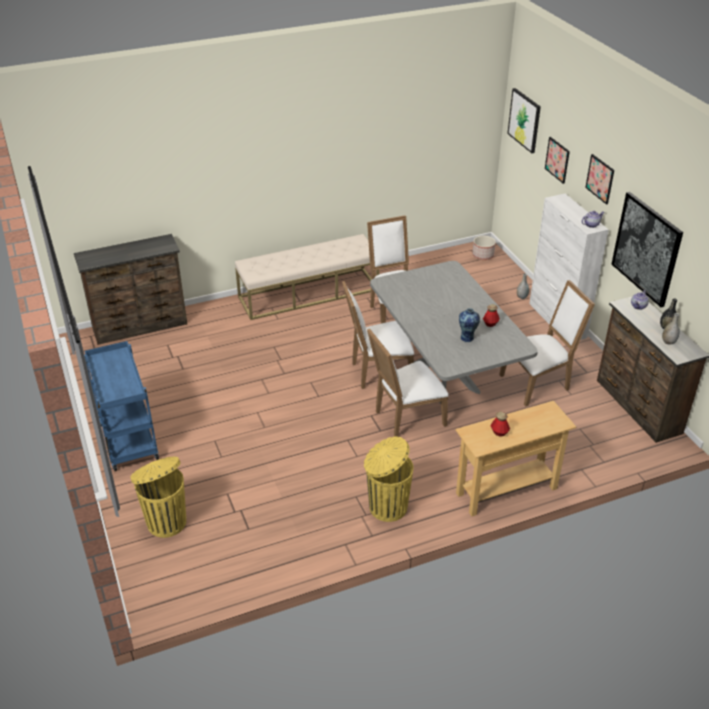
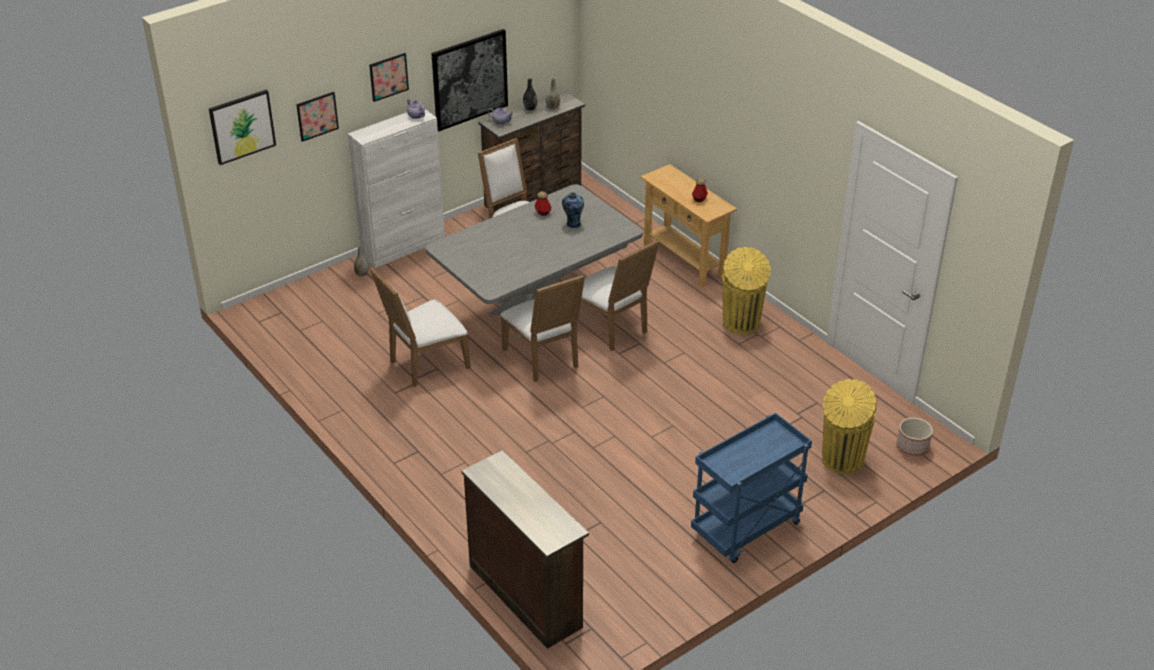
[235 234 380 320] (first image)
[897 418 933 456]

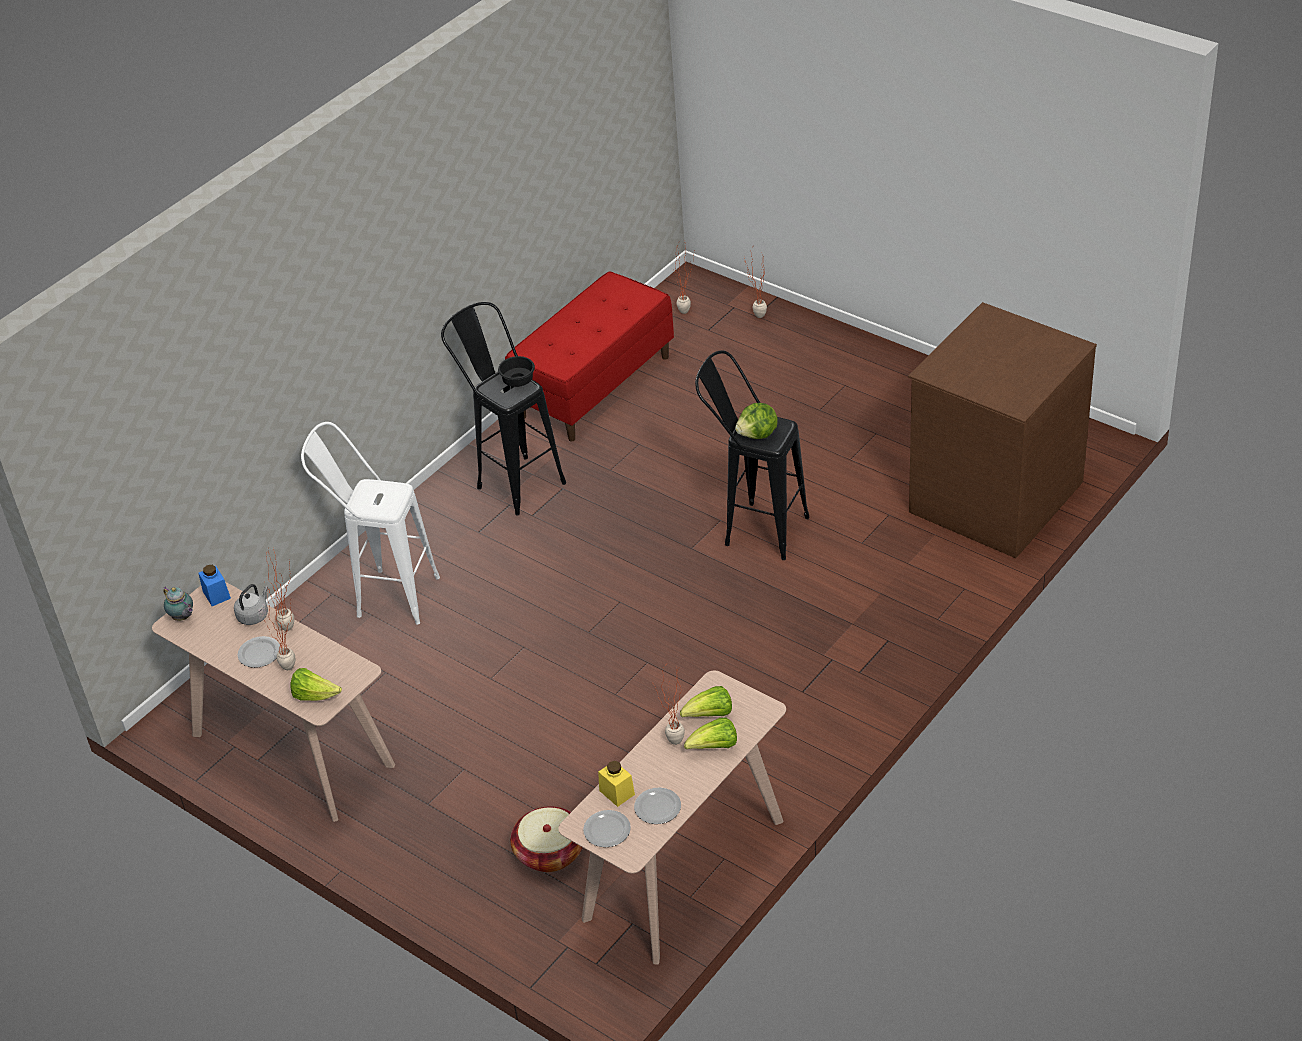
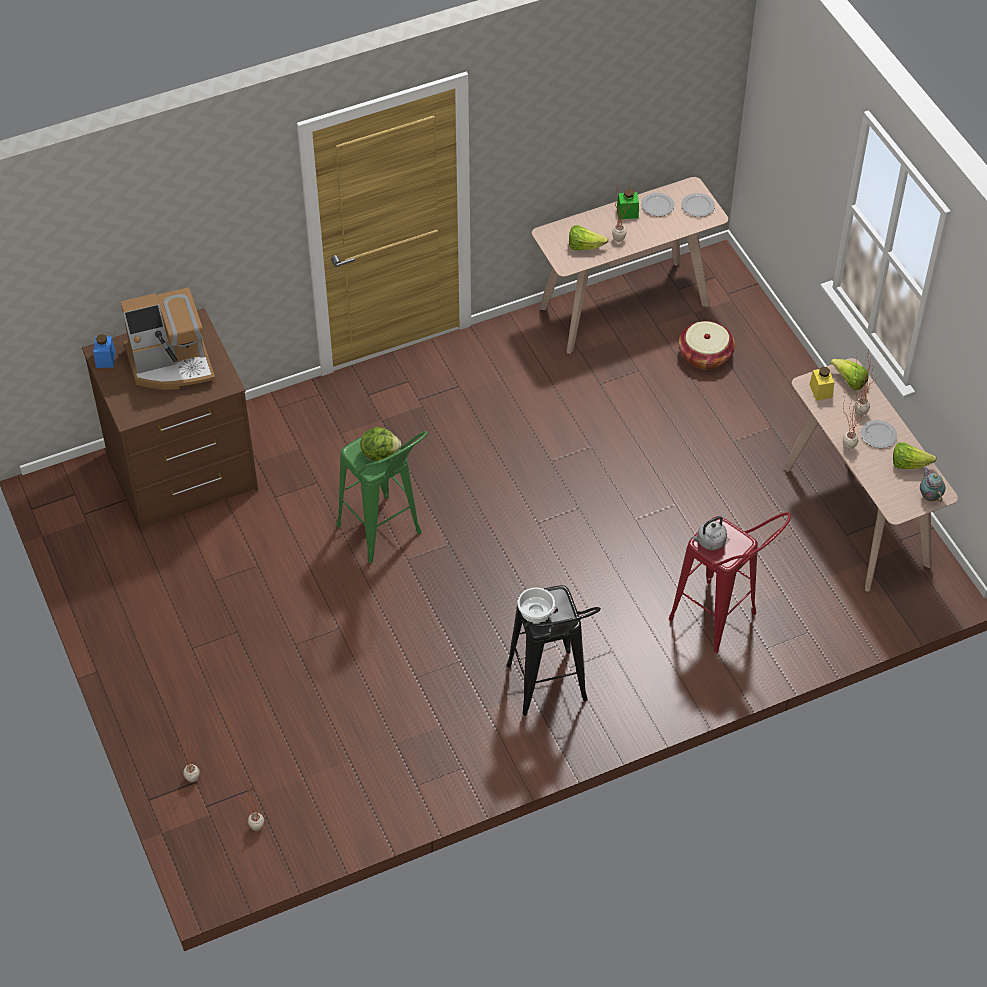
[505 271 674 441] (first image)
[121 287 215 390]
[617 189 639 219]
[93 334 115 368]
[692 516 727 550]
[809 367 834 401]
[893 442 937 469]
[669 512 791 653]
[517 588 555 623]
[336 431 428 563]

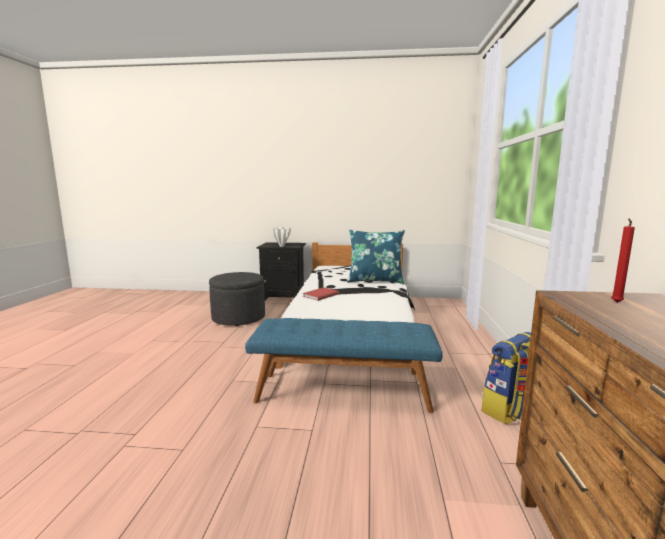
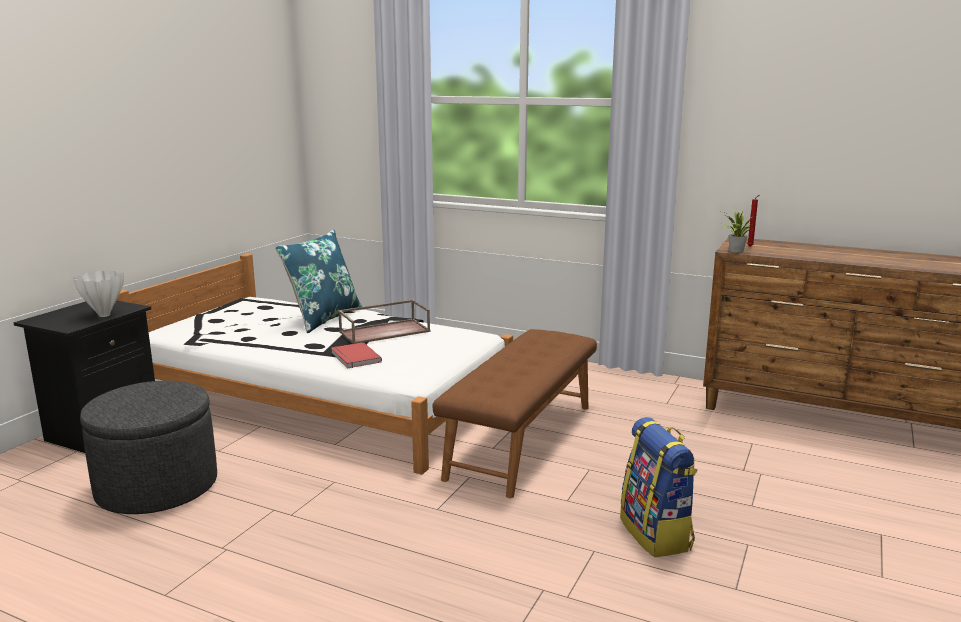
[338 300 430 344]
[723 210 757 253]
[620 417 698 557]
[432 329 597 498]

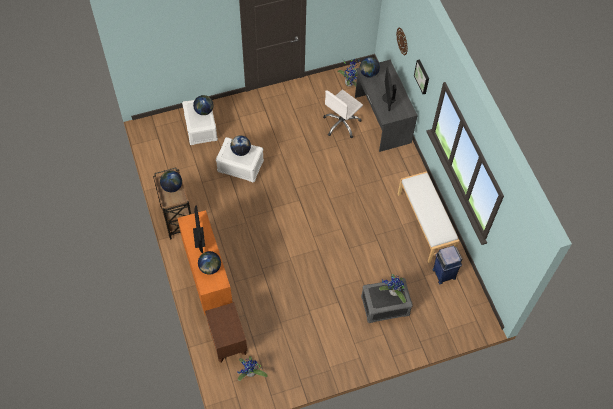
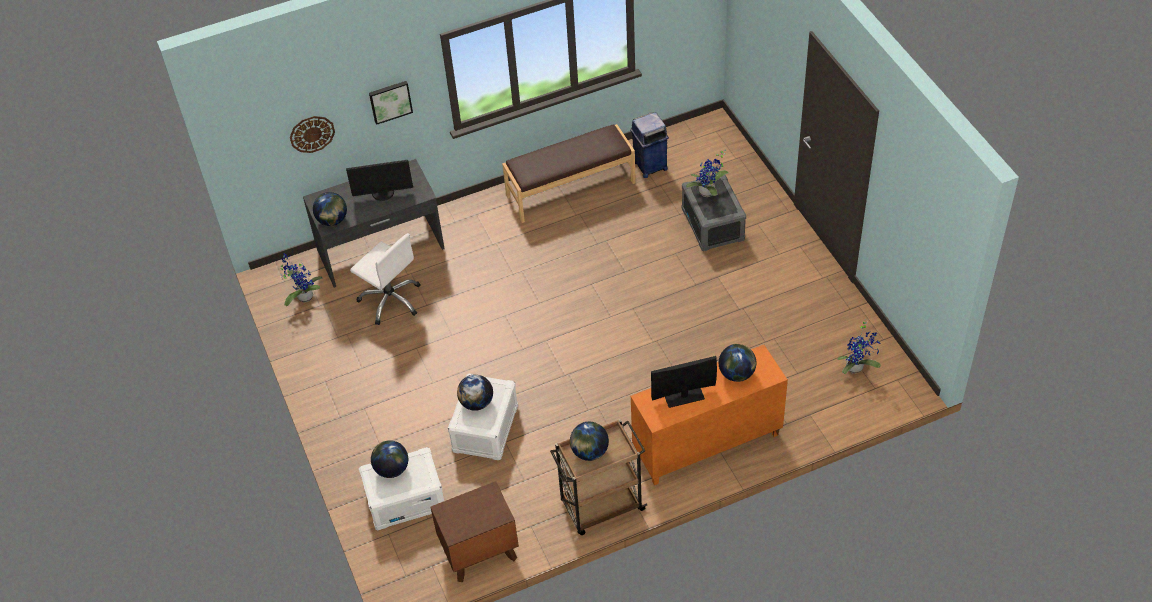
[430 481 519 582]
[502 124 636 223]

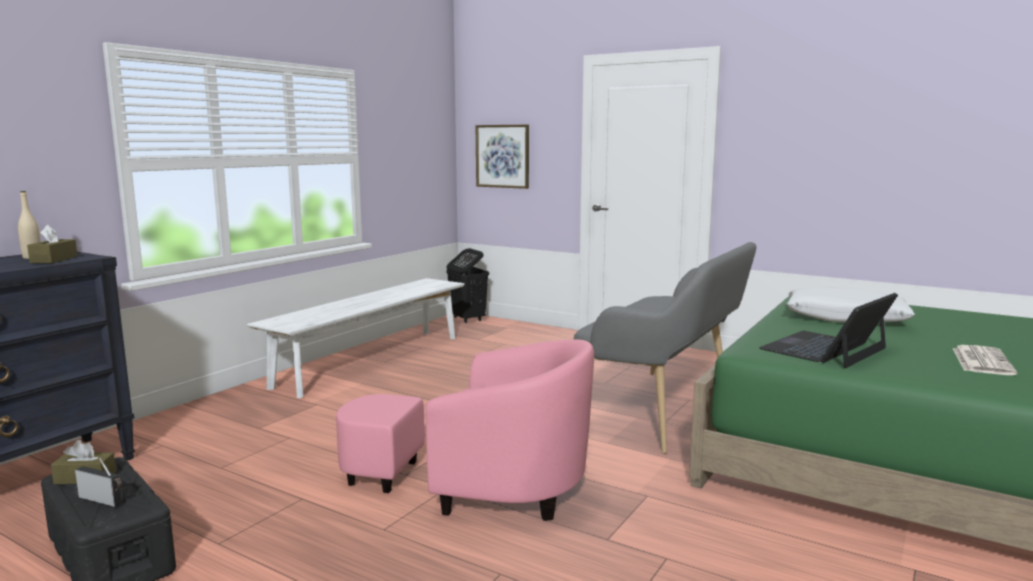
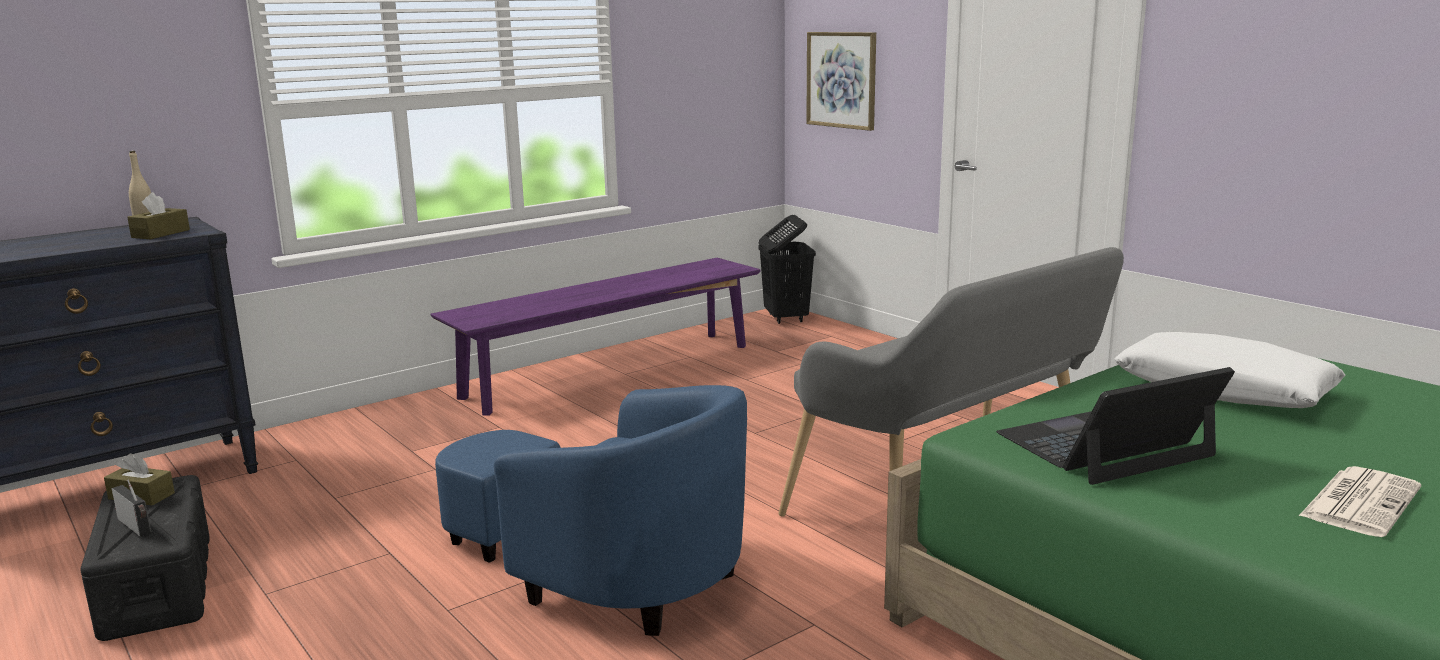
[431 258 761 416]
[435 385 747 636]

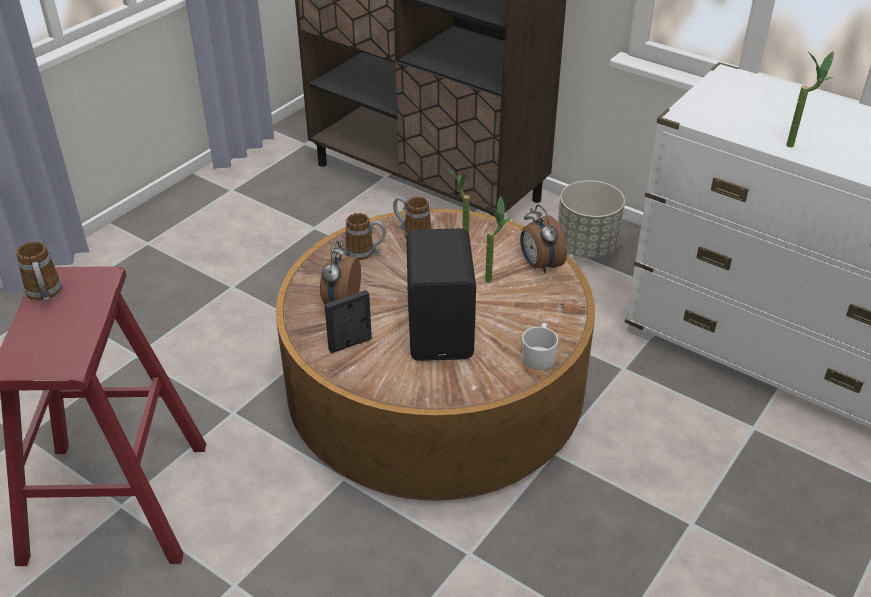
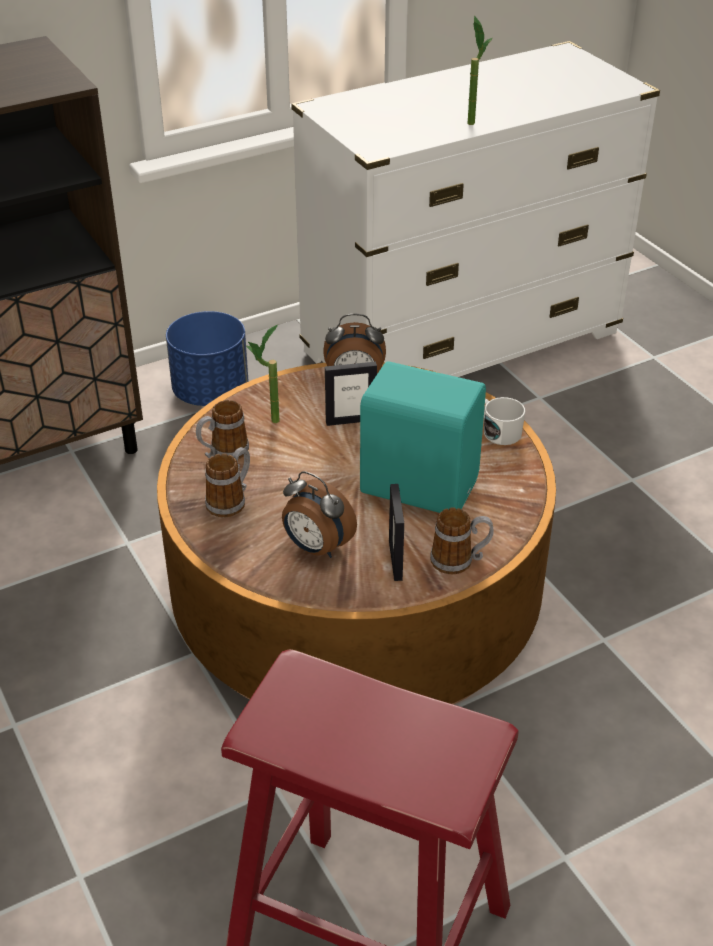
[430 508 494 574]
[325 362 377 426]
[360 361 486 513]
[166 311 249 406]

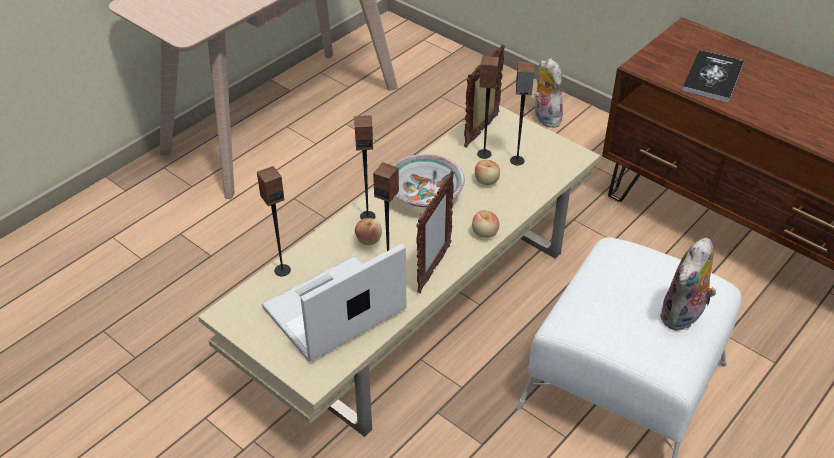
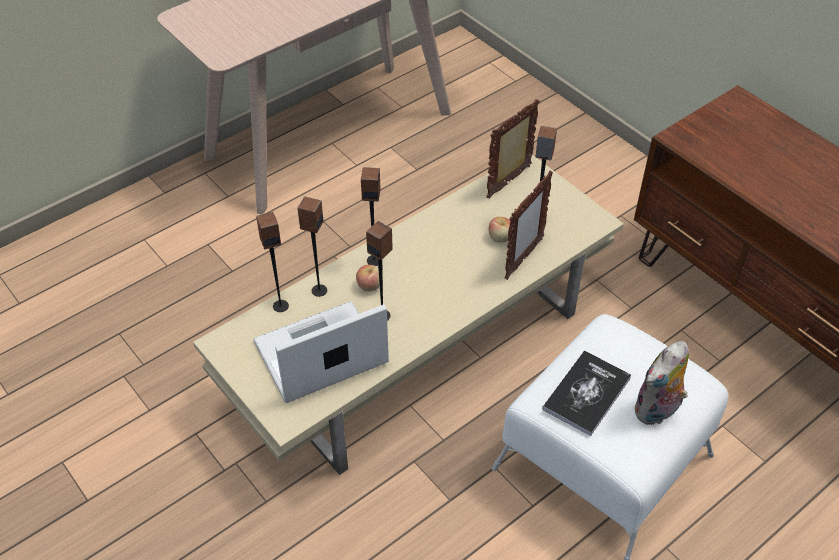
[393 154 465 207] (first image)
[472 210 499 238] (first image)
[534 58 563 128] (first image)
[505 170 553 280]
[297 197 327 297]
[542 350 631 436]

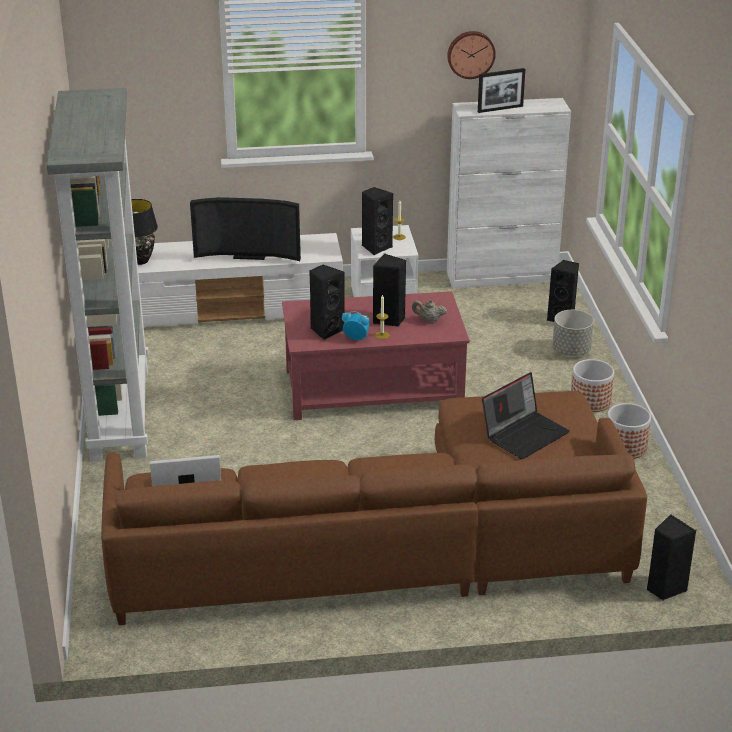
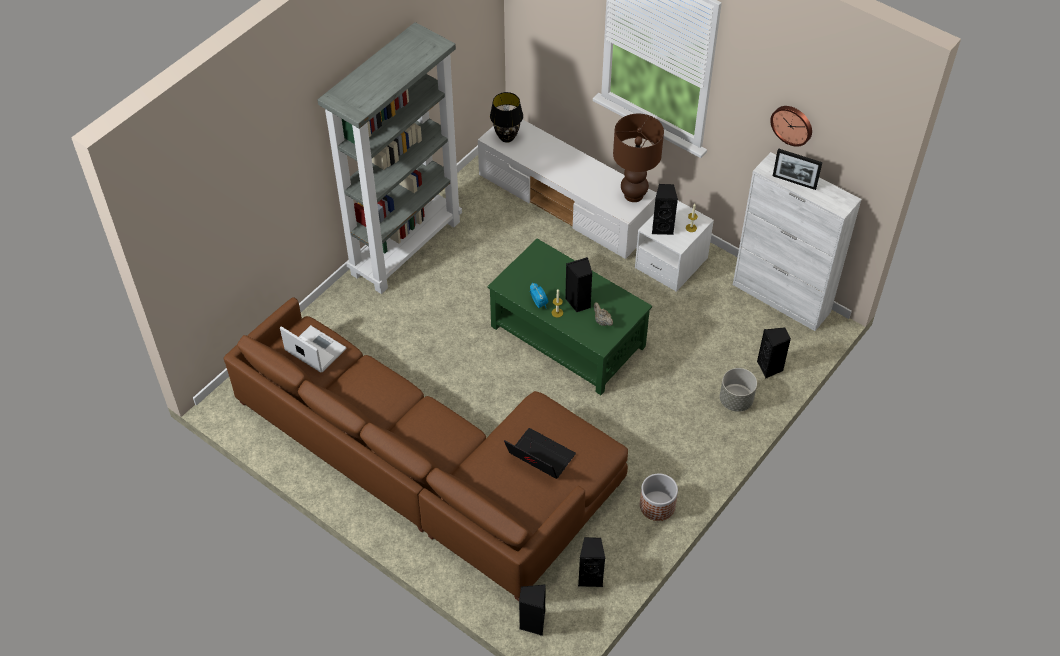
[190 197 301 261] (first image)
[571 359 614 412] (first image)
[613 114 664 202]
[578 537 606 587]
[487 239 652 395]
[504 428 576 479]

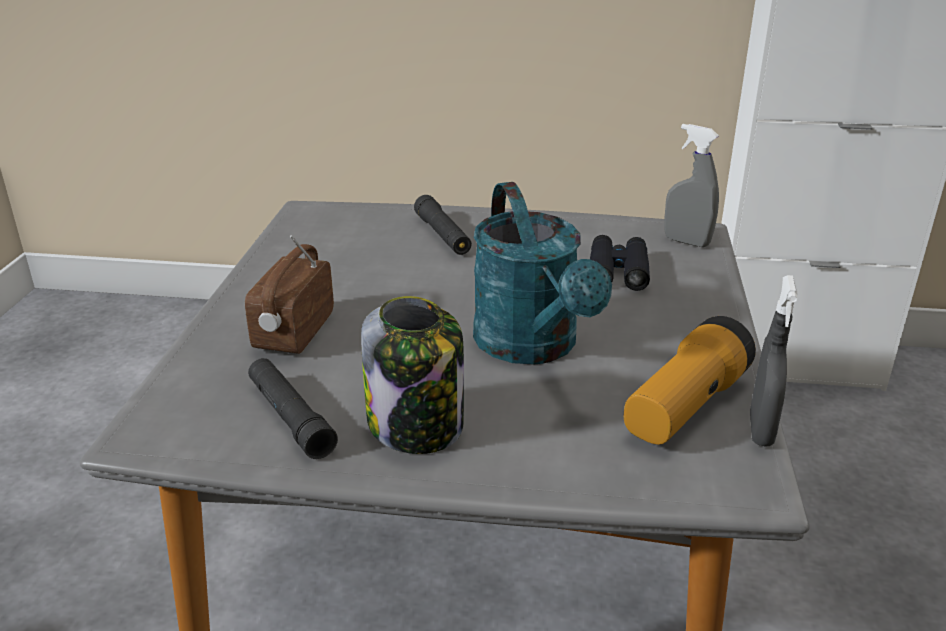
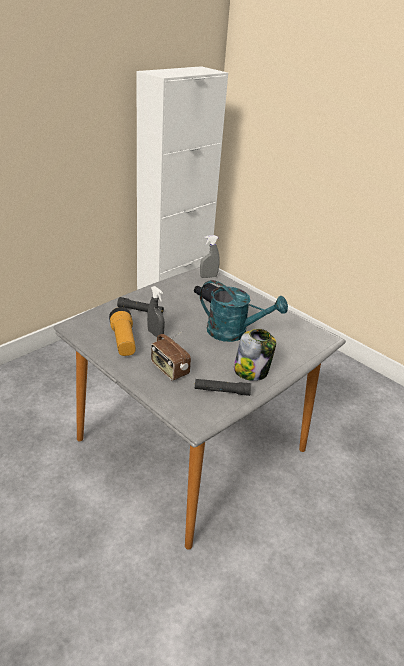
[109 307 136 356]
[147 286 165 338]

